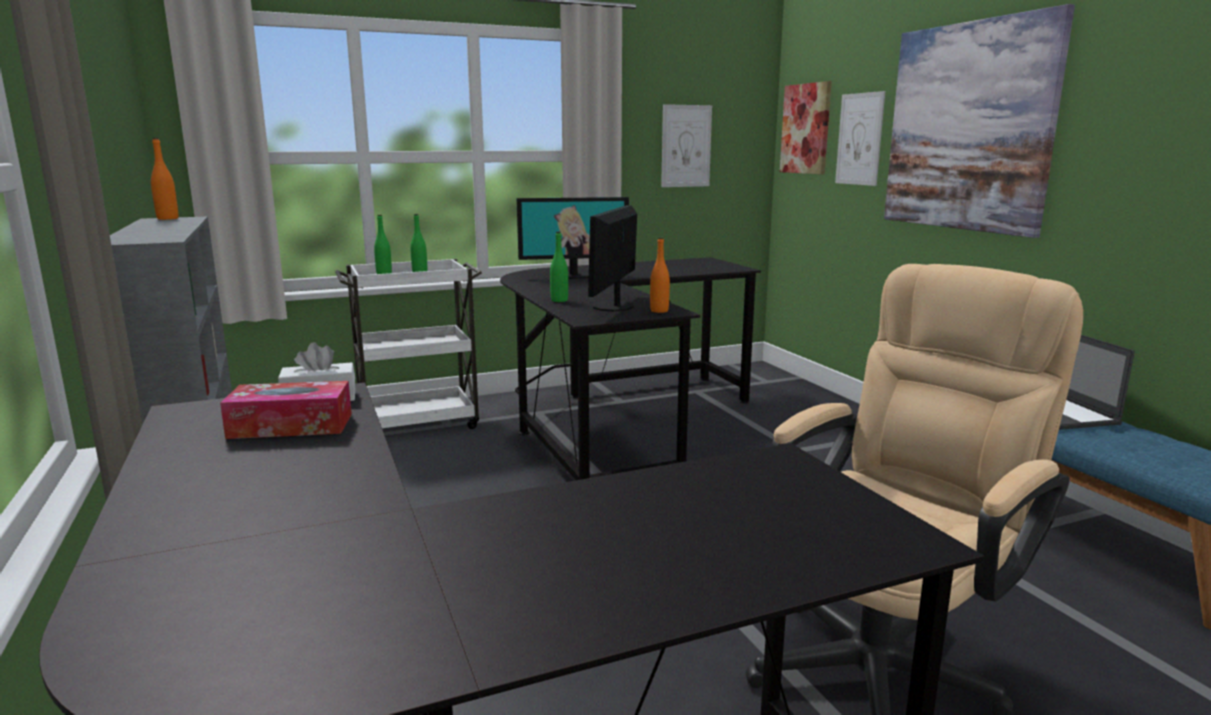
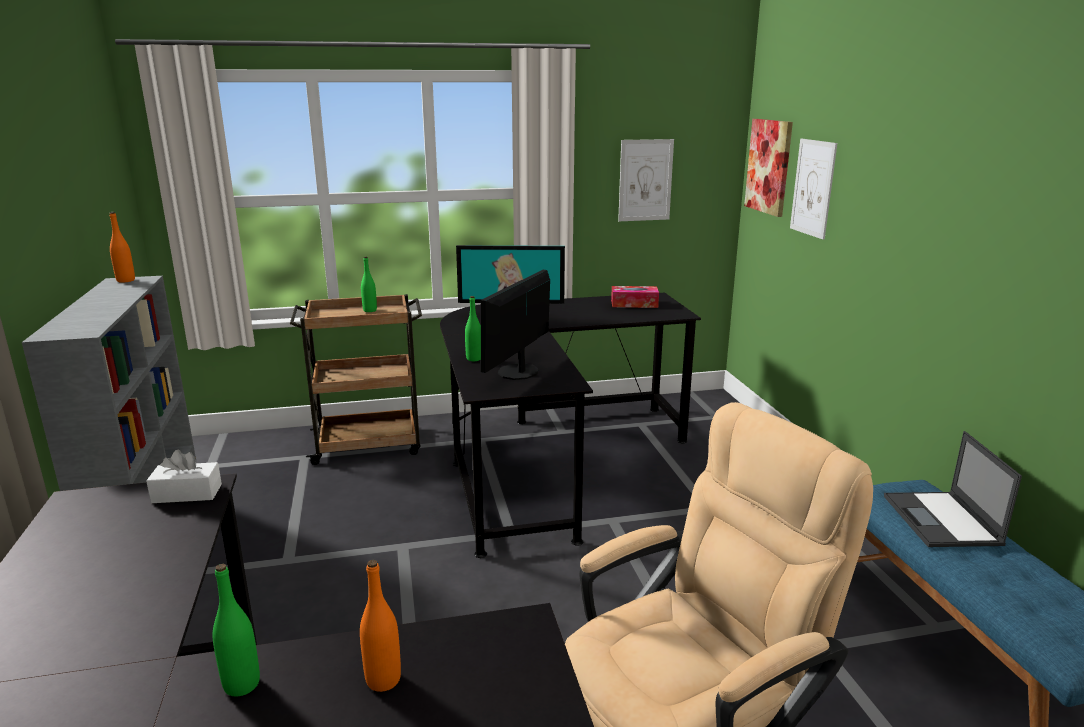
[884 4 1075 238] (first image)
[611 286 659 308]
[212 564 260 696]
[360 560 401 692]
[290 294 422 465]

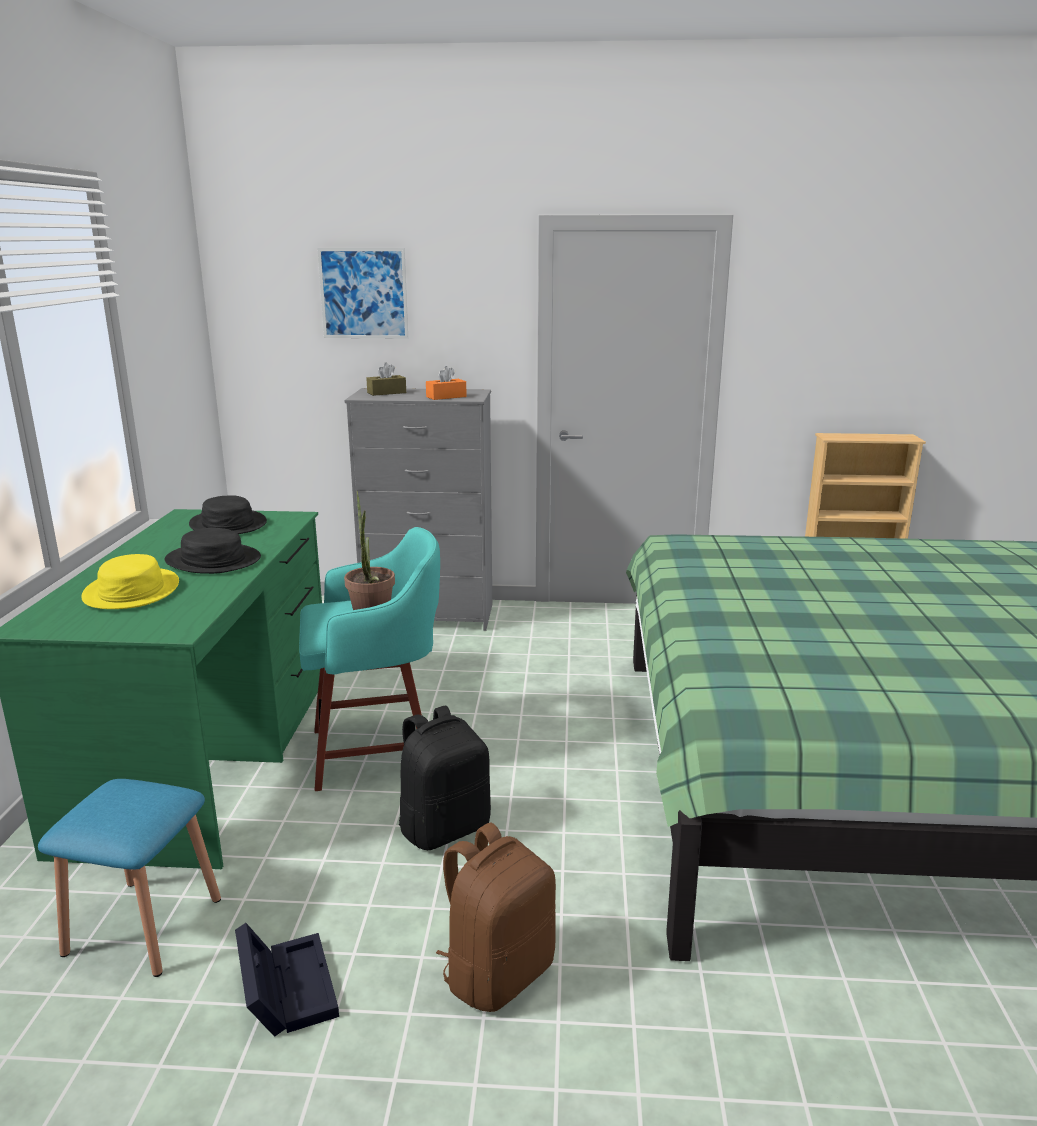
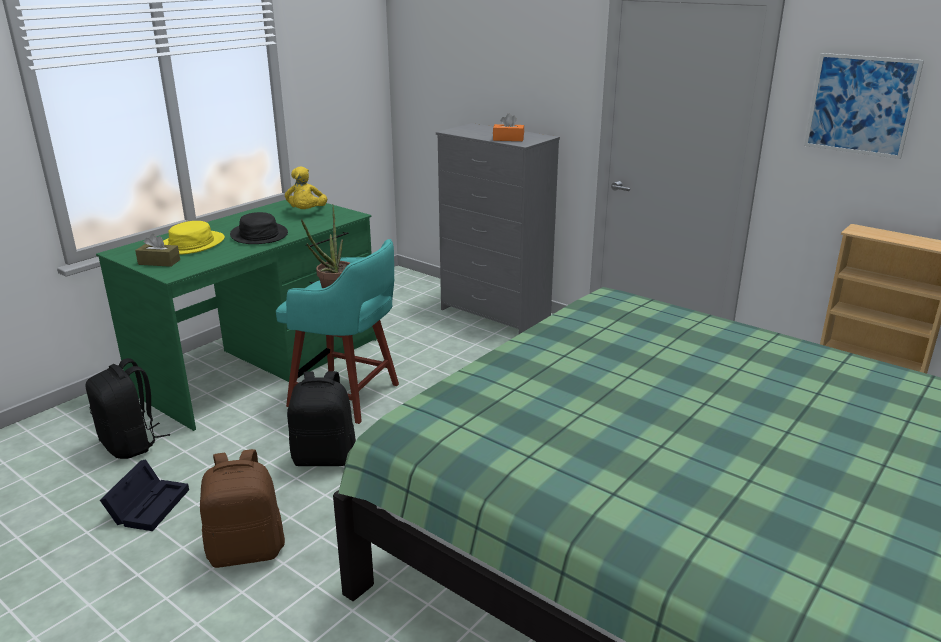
[804 53 924 159]
[135 234 180 267]
[86 358 170 459]
[285 166 327 209]

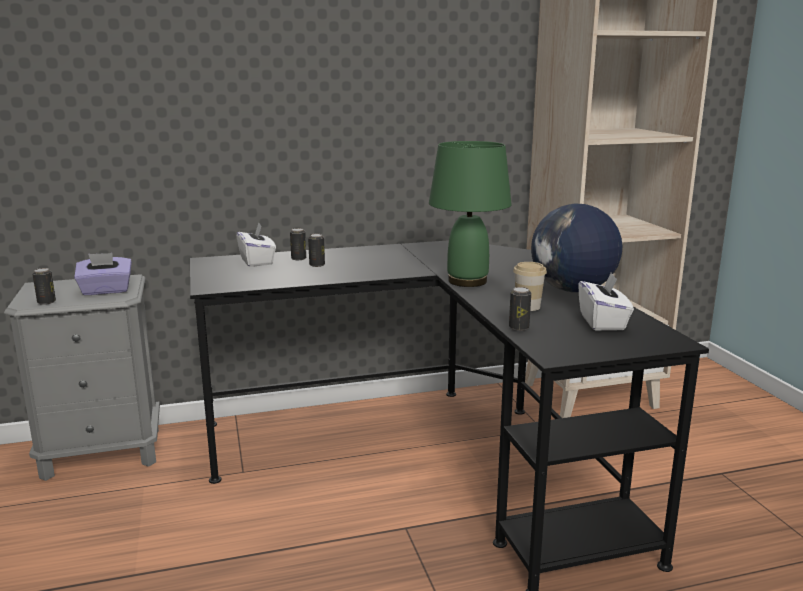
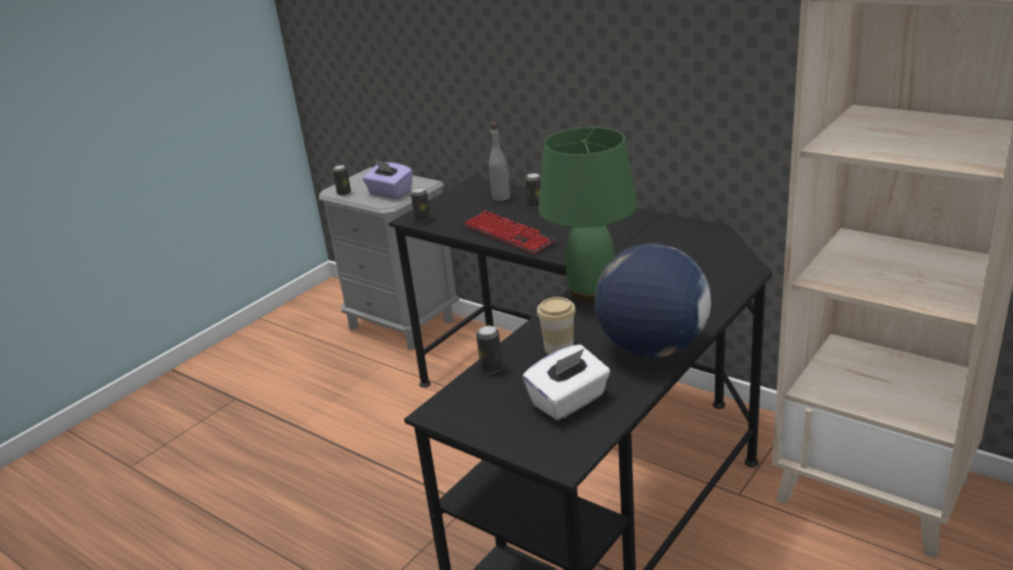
[464 210 557 254]
[411 188 431 223]
[489 122 510 201]

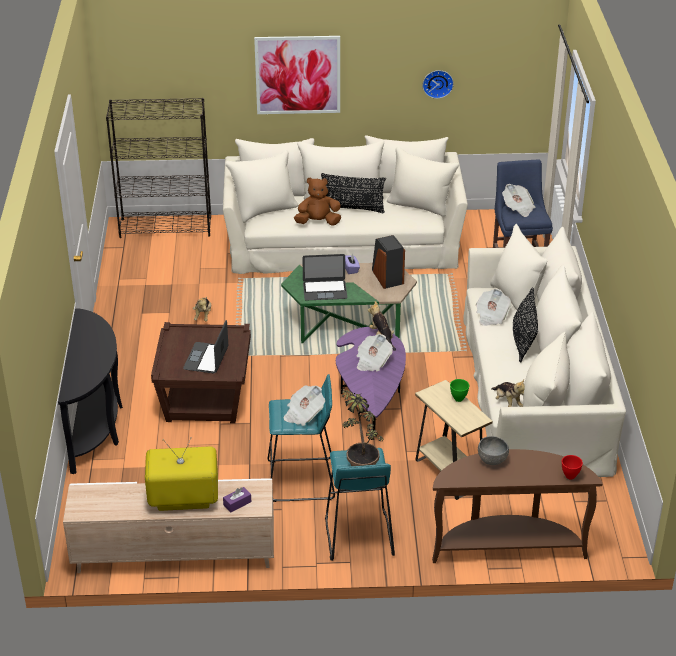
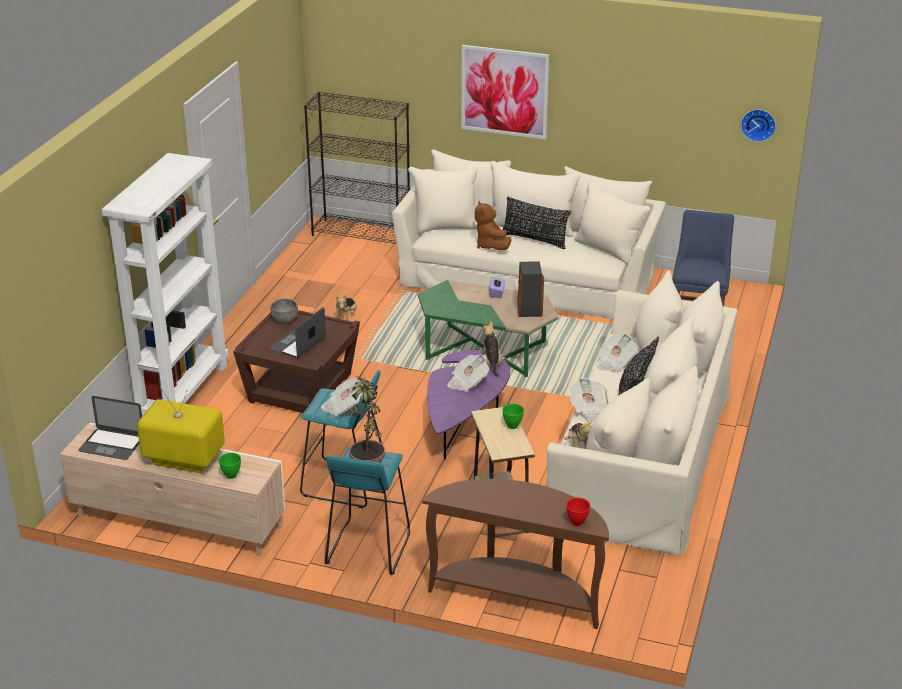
[78 396 142 460]
[741 109 776 142]
[270 298 298 323]
[570 378 609 422]
[101 153 229 416]
[219 453 241 479]
[475 201 512 250]

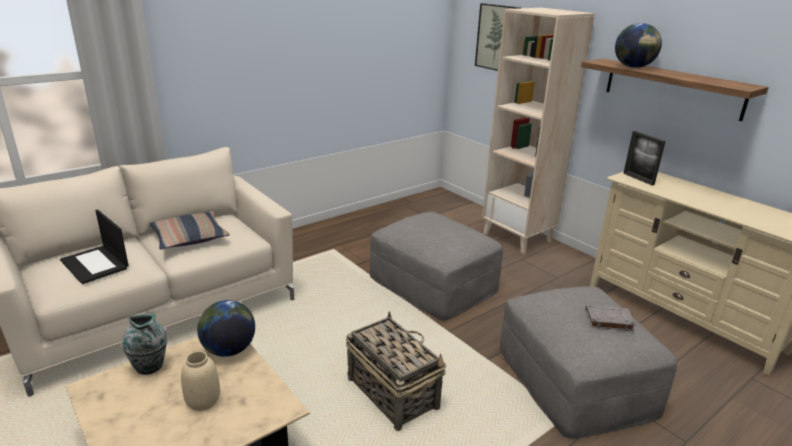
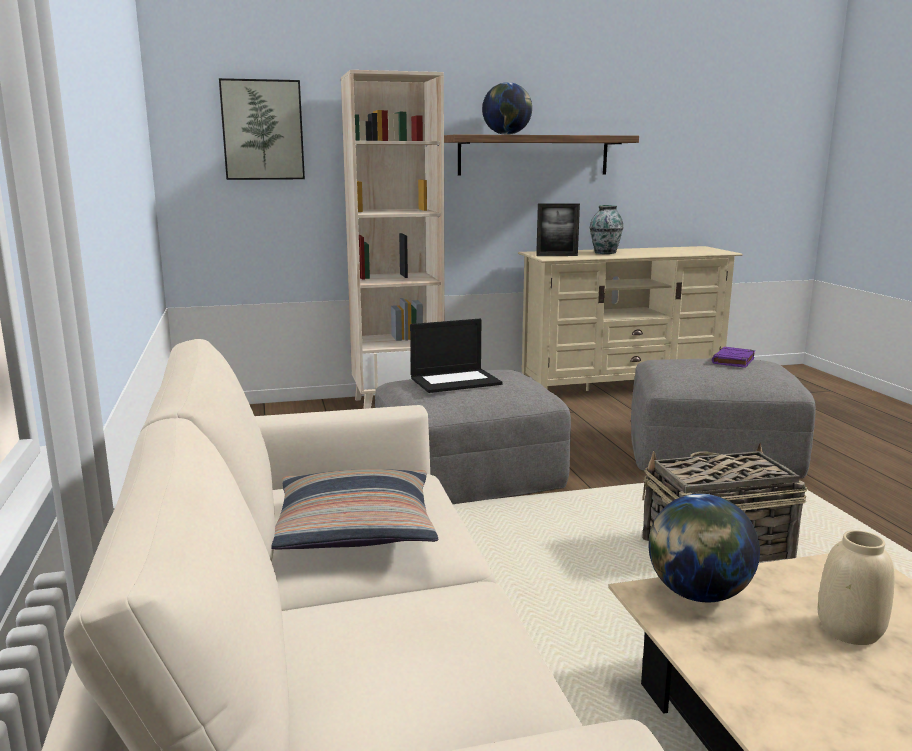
[410 319 502 393]
[590 205 623 254]
[712 347 755 368]

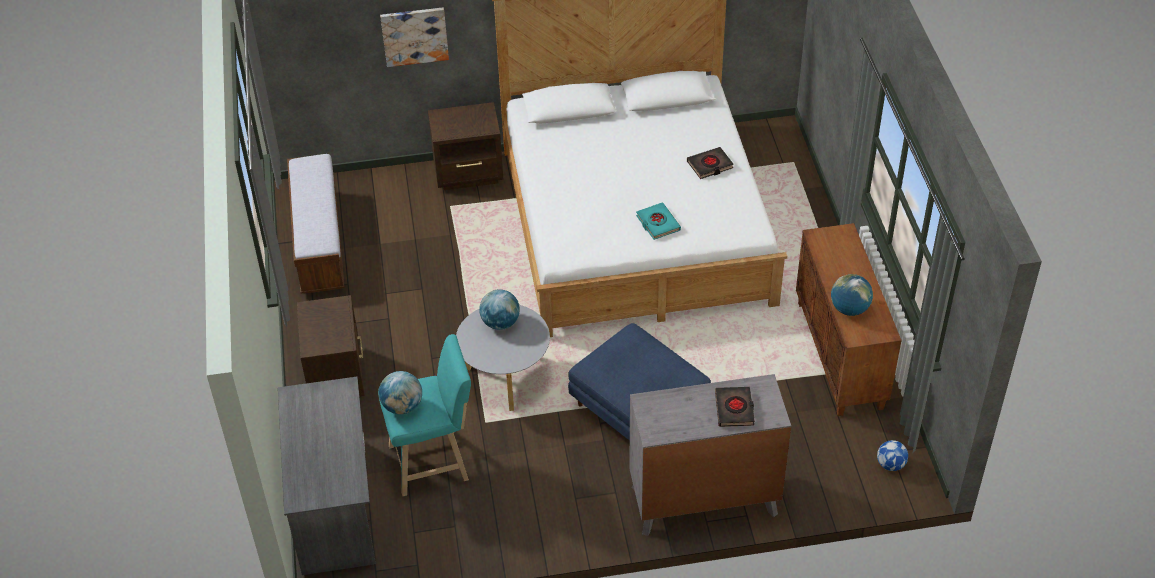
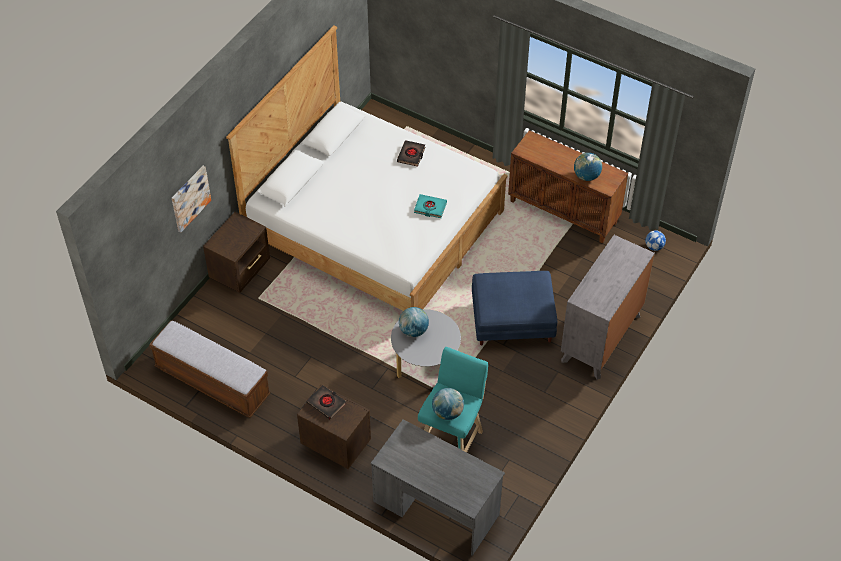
[307 385 346 420]

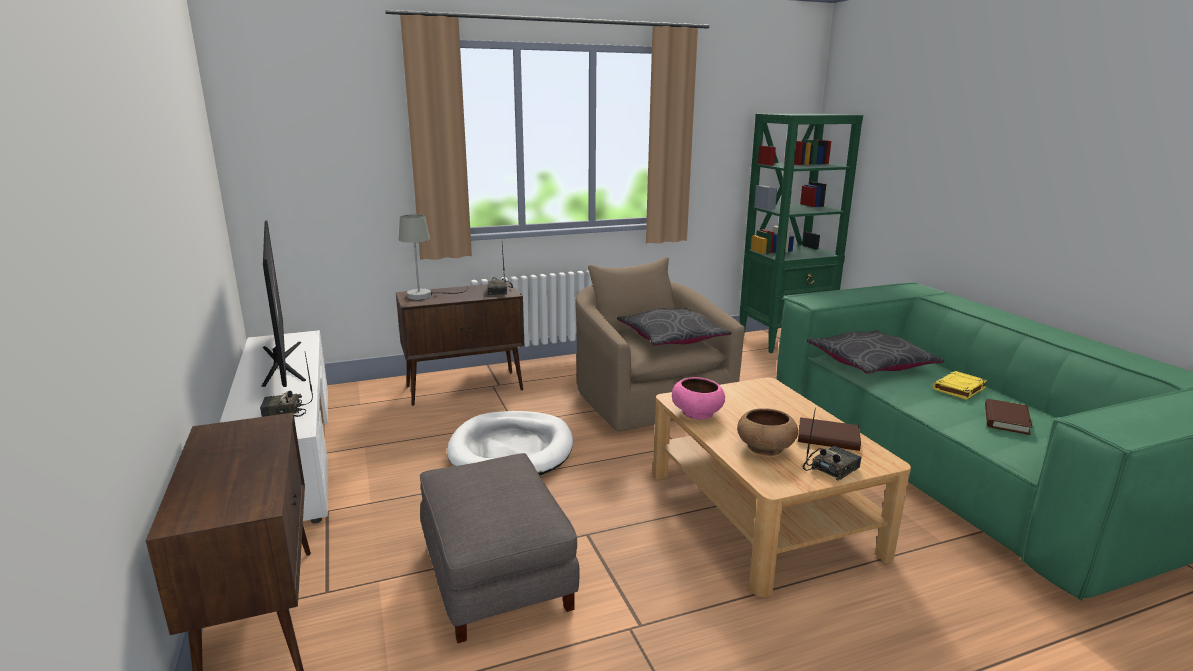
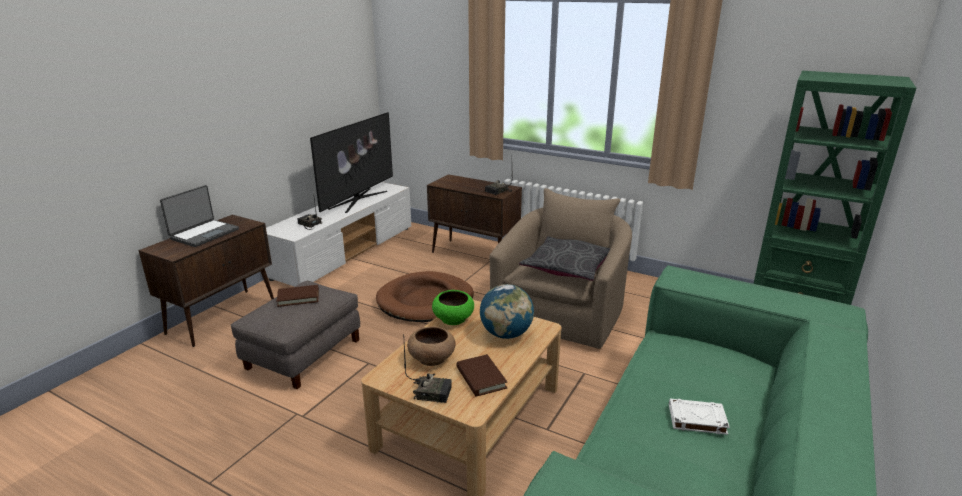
[398 214 468 300] (first image)
[807 330 944 374] (first image)
[160 185 239 247]
[480 284 534 339]
[276 285 319 307]
[376 271 474 322]
[432 290 474 325]
[669 398 730 435]

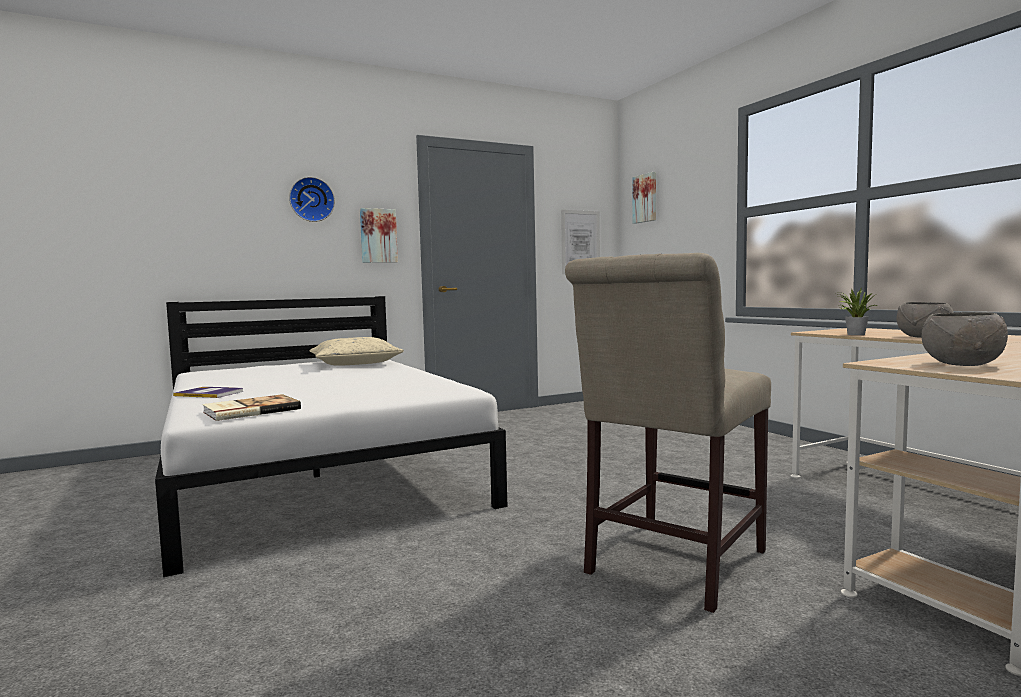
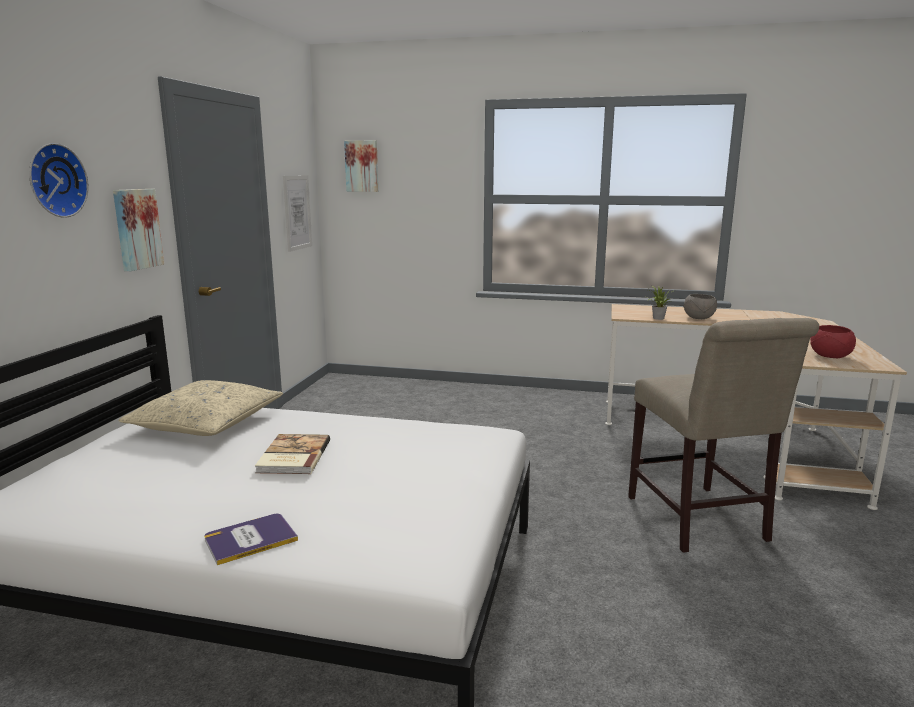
[255 434 330 474]
[810 325 856 358]

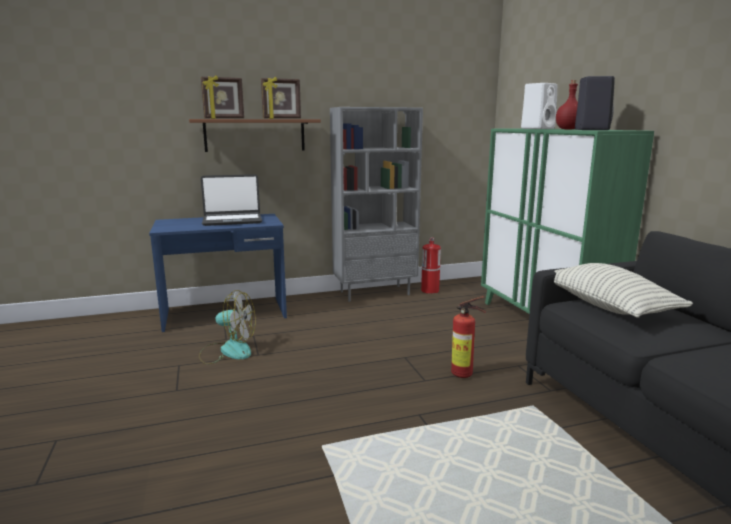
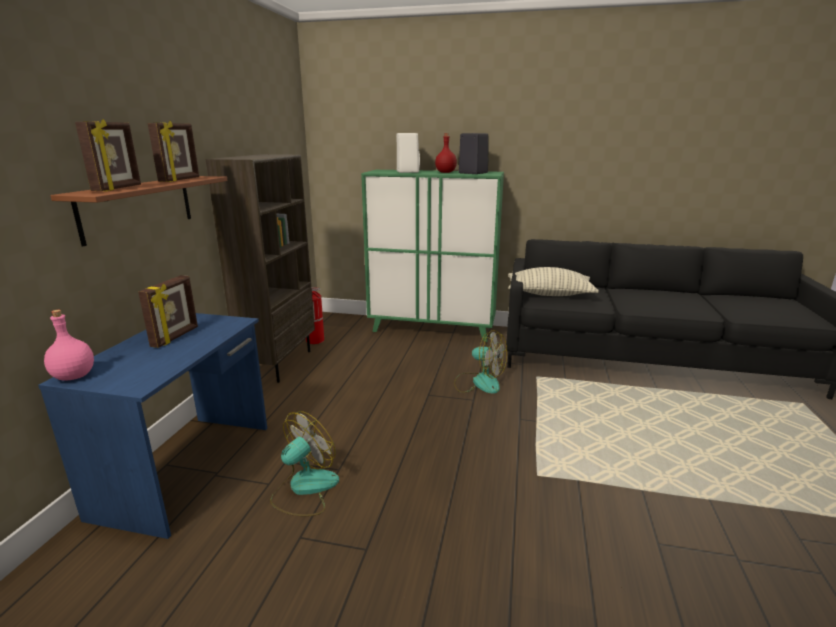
[44 310 94 381]
[138 275 198 348]
[454 330 507 394]
[205 154 315 383]

